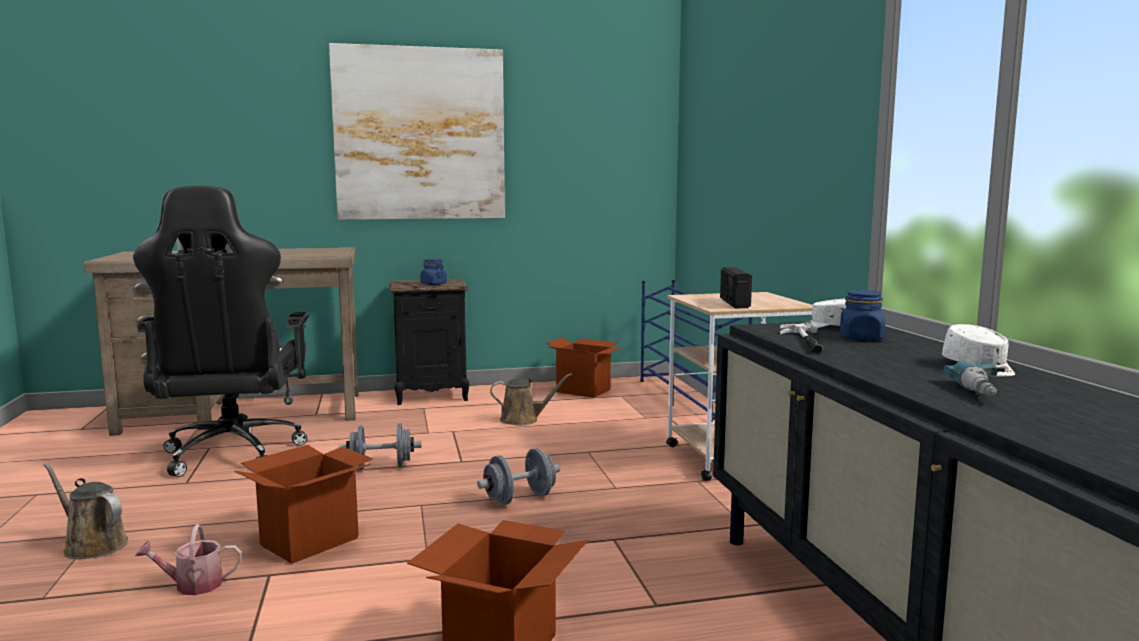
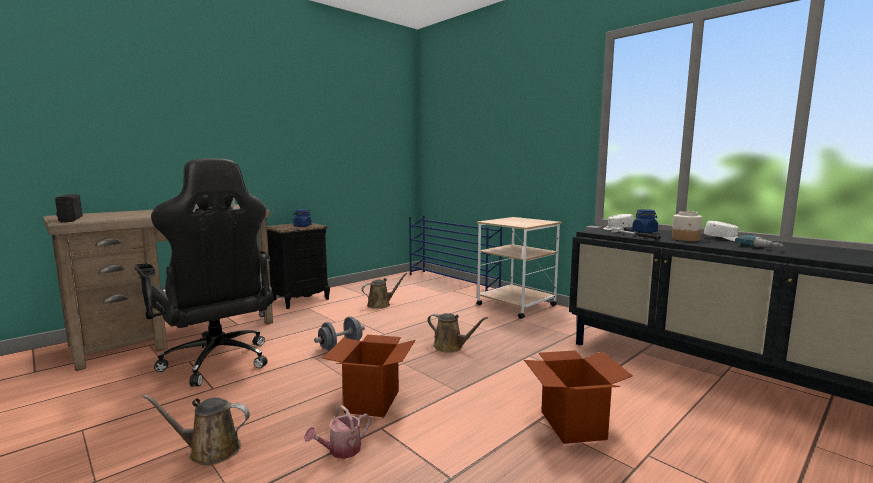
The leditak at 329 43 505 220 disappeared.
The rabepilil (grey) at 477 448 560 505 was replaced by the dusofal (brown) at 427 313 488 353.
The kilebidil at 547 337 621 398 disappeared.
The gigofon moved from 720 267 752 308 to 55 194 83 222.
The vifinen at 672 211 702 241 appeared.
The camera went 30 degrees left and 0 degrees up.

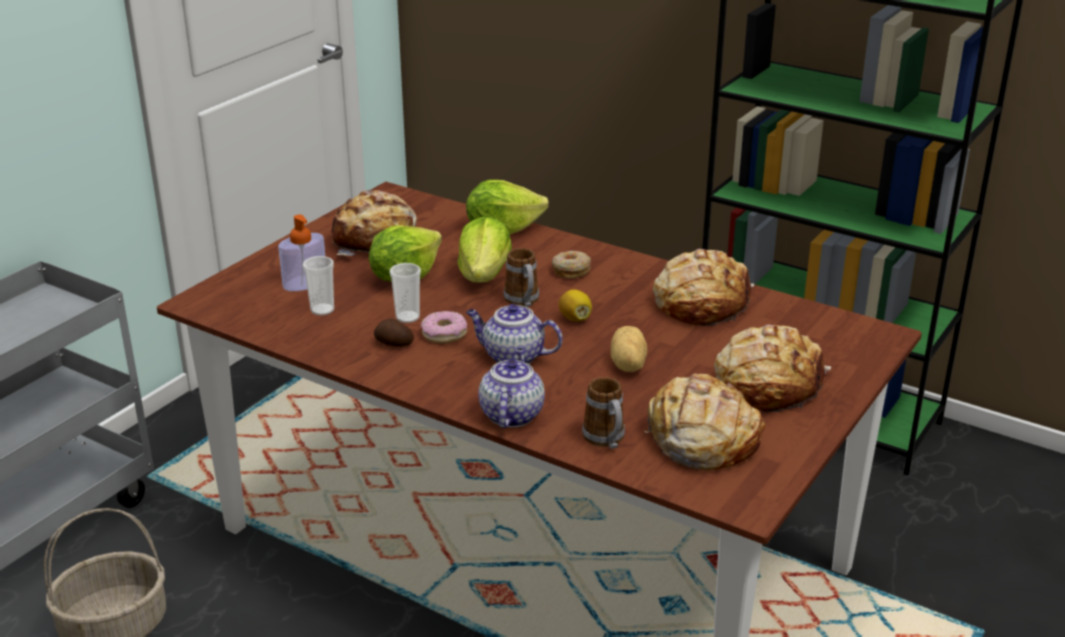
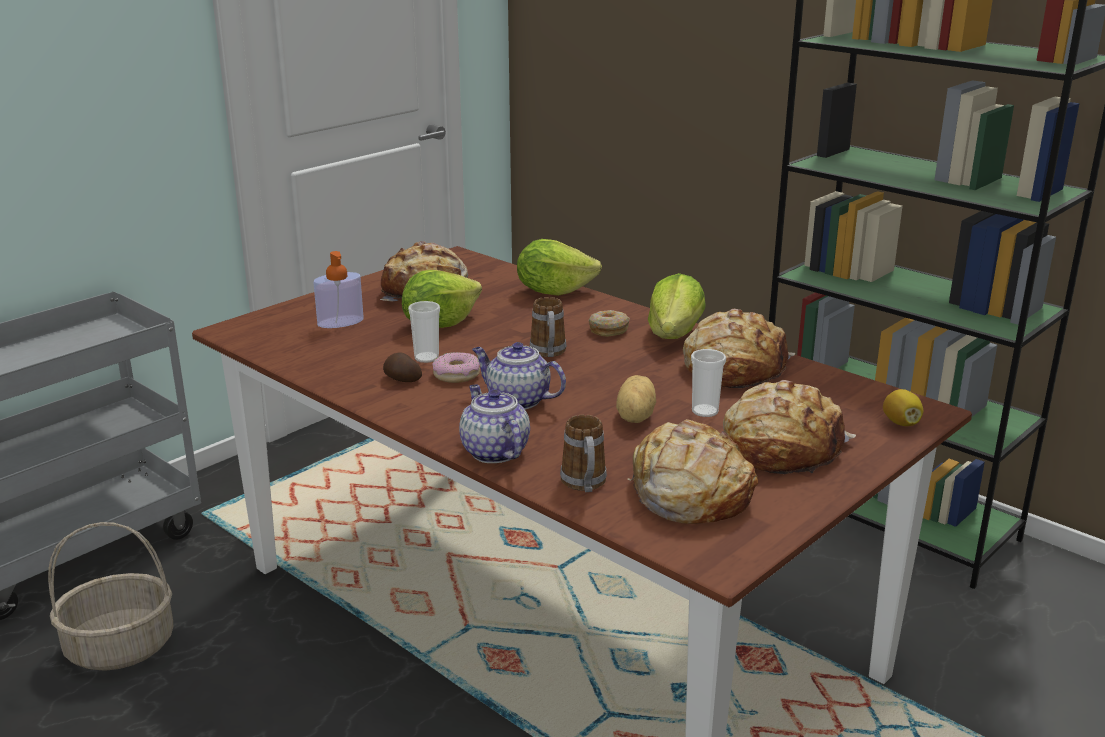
The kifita moved from 303 256 334 316 to 691 349 726 417.
The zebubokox moved from 457 217 512 282 to 648 273 705 339.
The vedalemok at 478 348 545 428 turned 45 degrees counterclockwise.
The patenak moved from 559 289 592 321 to 883 389 923 426.
The camera went 10 degrees right and 5 degrees down.

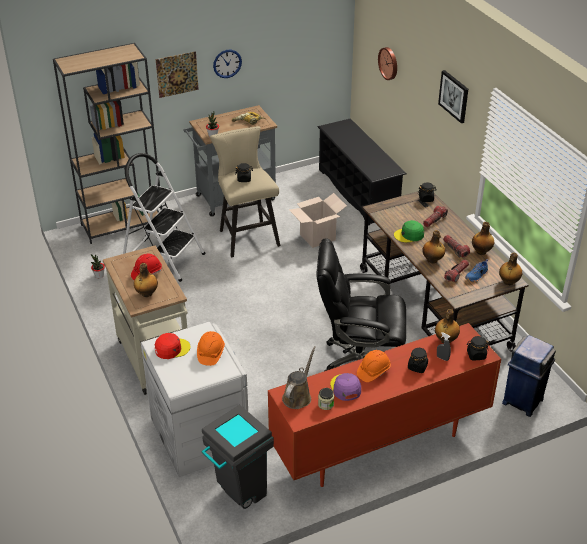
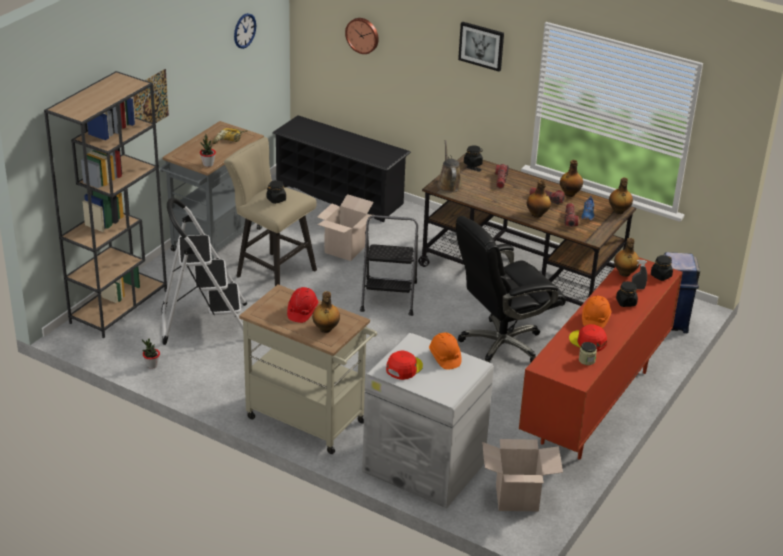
The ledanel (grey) at 201 405 274 509 was replaced by the kilebidil at 482 439 563 511.
The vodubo moved from 213 50 242 78 to 234 13 256 49.
The dusofal (brown) moved from 282 346 316 409 to 437 140 462 192.
The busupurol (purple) at 330 373 361 401 became the busupurol (red) at 569 324 607 352.
The busupurol (green) at 394 220 424 243 disappeared.
The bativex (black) at 360 215 418 316 appeared.
The camera went 35 degrees left and 5 degrees down.

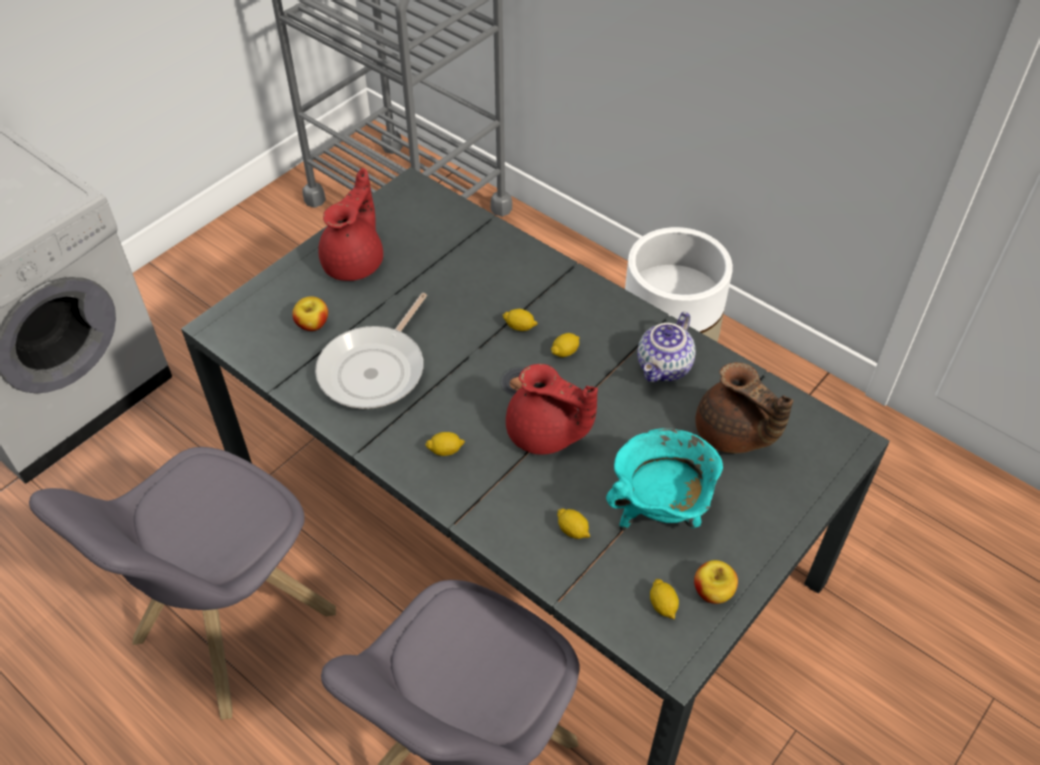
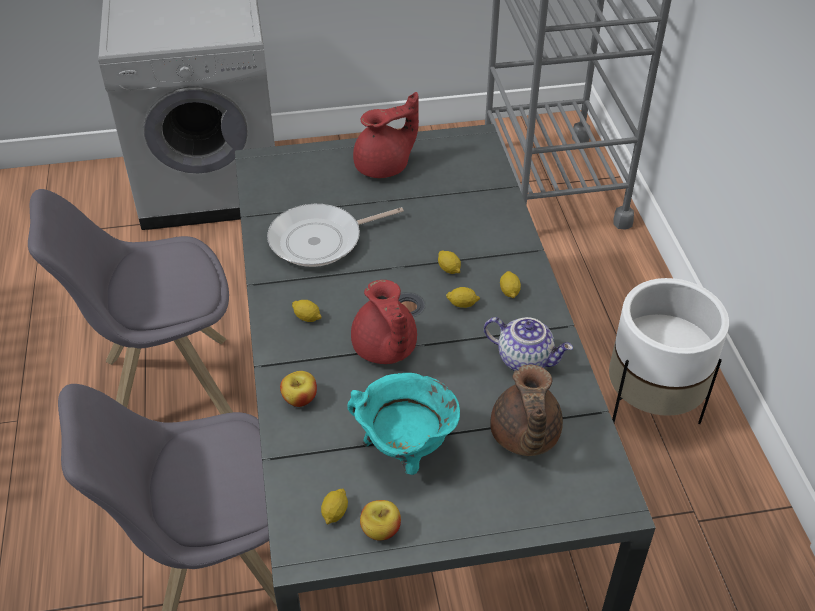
The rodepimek moved from 292 296 328 331 to 280 371 317 407.
The patenak moved from 557 509 590 539 to 500 271 521 298.
The vedalemok at 637 312 696 382 turned 135 degrees counterclockwise.
The camera went 40 degrees right and 5 degrees down.

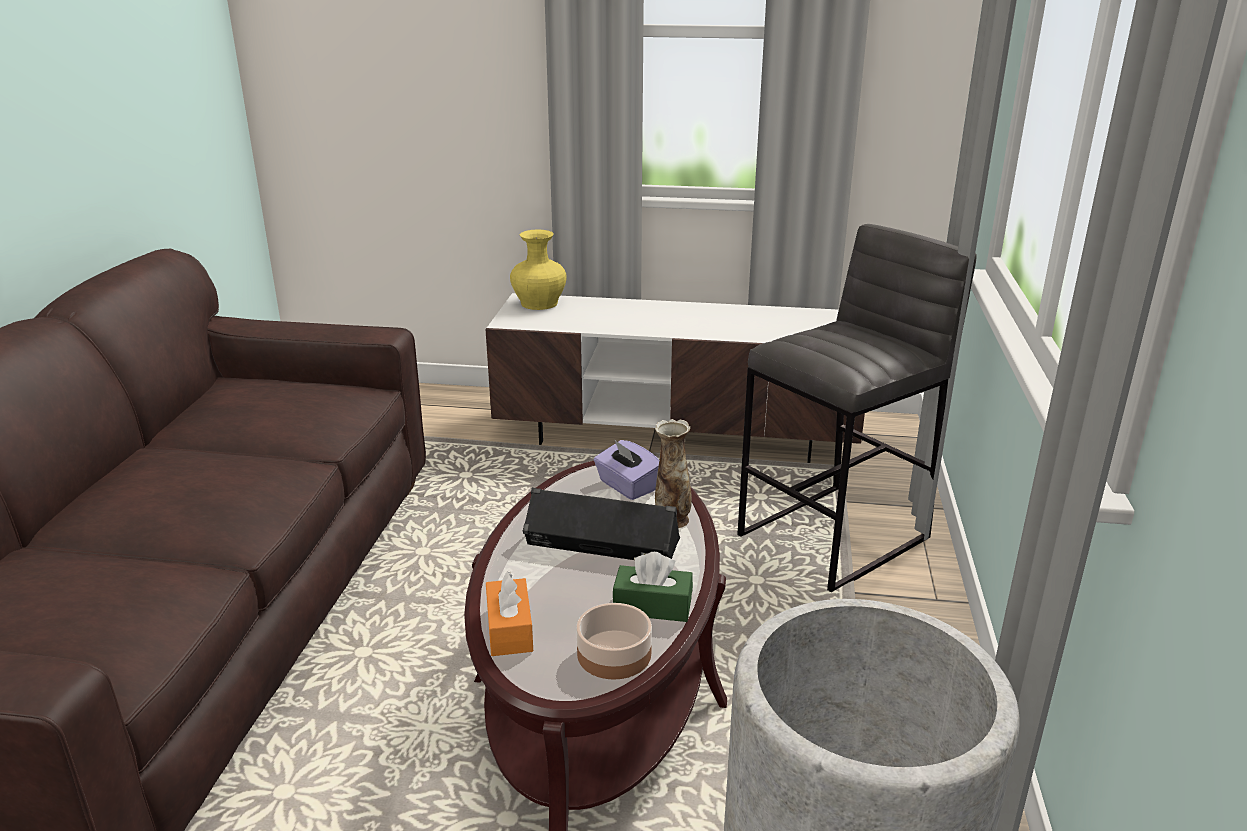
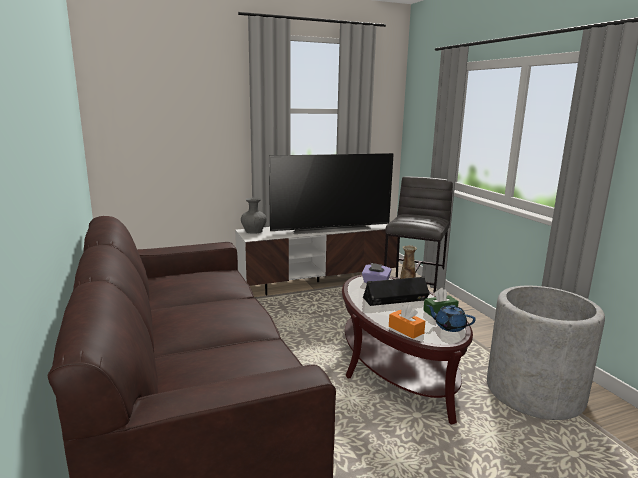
The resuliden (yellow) at 510 230 567 310 became the resuliden (grey) at 241 198 267 234.
The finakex at 576 603 652 680 was replaced by the vedalemok (blue) at 427 305 476 332.
The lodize at 269 153 394 234 appeared.
The camera went 30 degrees left and 10 degrees down.

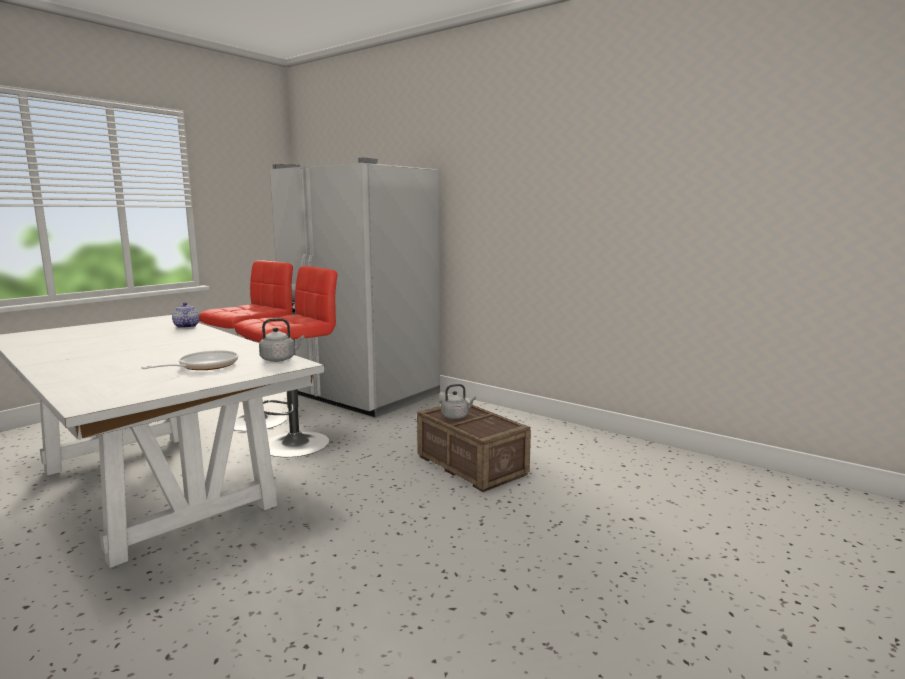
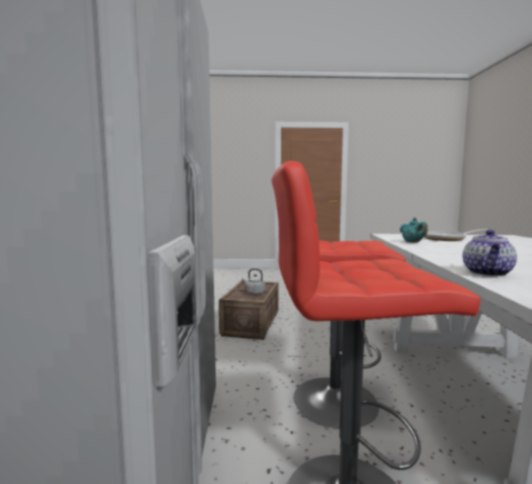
The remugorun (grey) at 259 318 305 362 disappeared.
The vedalemok (turquoise) at 400 217 428 242 appeared.
The camera went 130 degrees left and 5 degrees down.

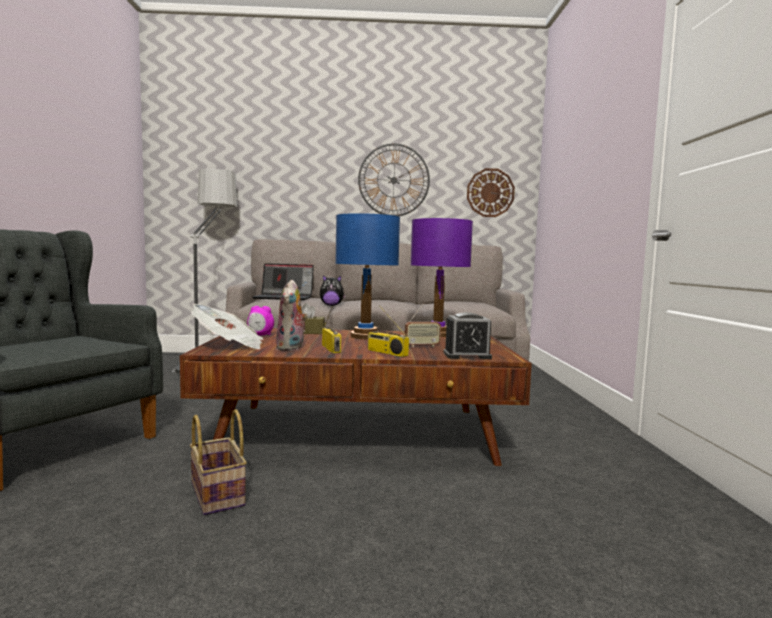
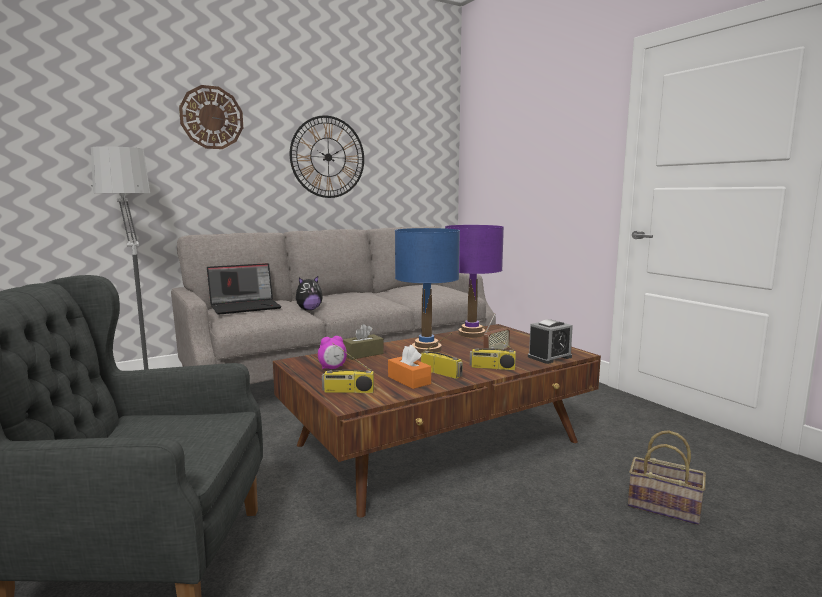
The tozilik moved from 190 409 247 515 to 628 430 706 525.
The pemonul at 191 304 263 349 was replaced by the gigofon at 322 343 374 393.
The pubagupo at 276 280 308 351 was replaced by the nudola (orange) at 388 345 431 389.
The vodubo moved from 467 168 515 217 to 179 85 243 149.
The camera went 30 degrees left and 5 degrees up.

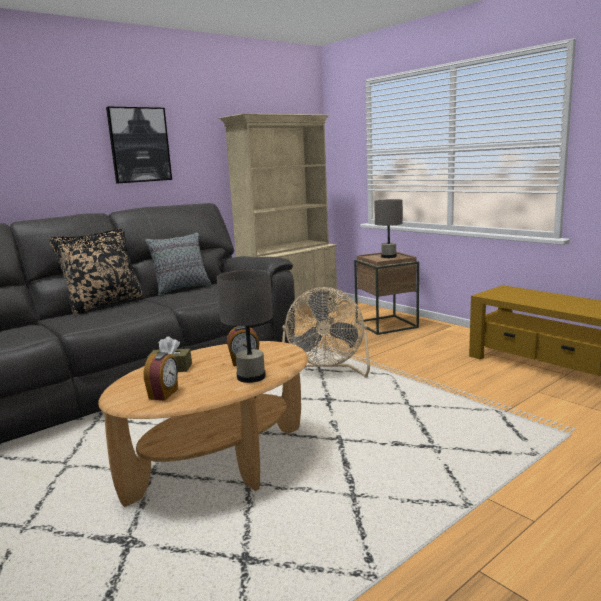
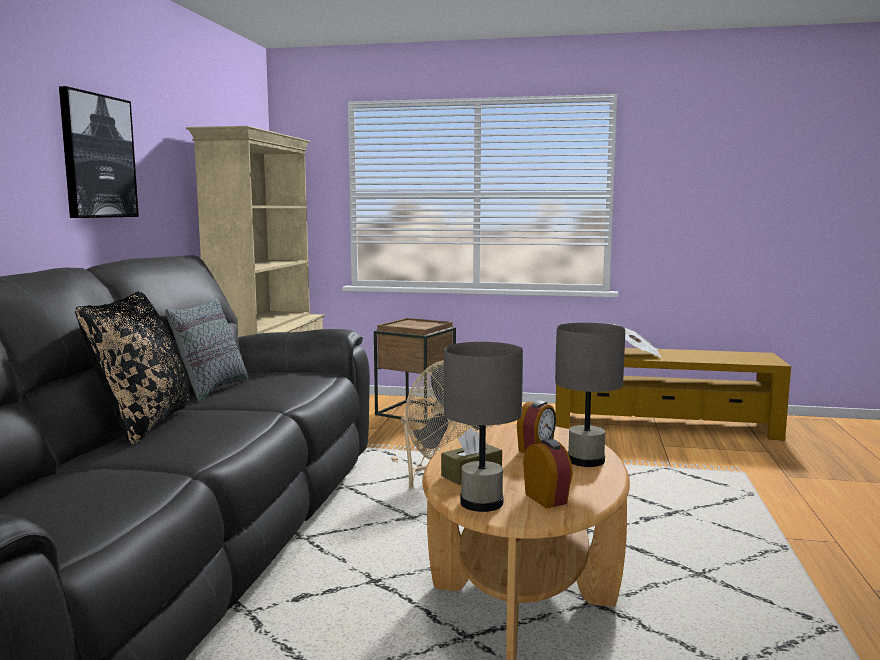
The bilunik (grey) moved from 375 199 403 258 to 444 342 523 512.
The pemonul at 612 324 662 358 appeared.
The camera went 40 degrees left and 5 degrees down.

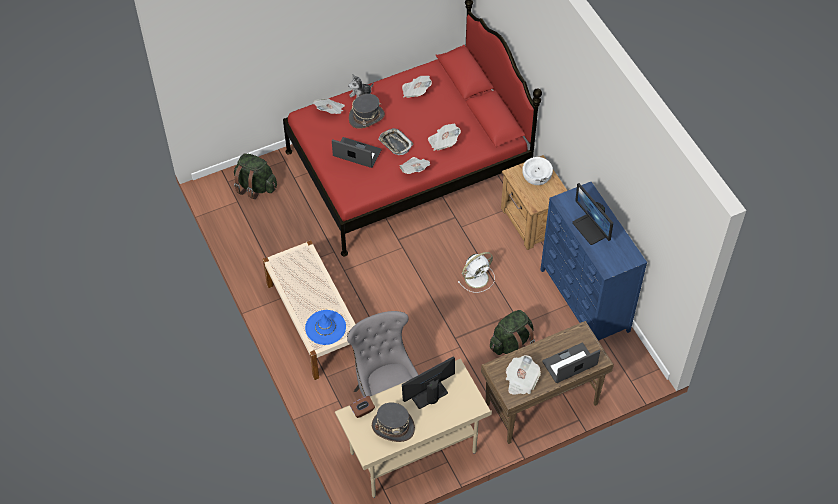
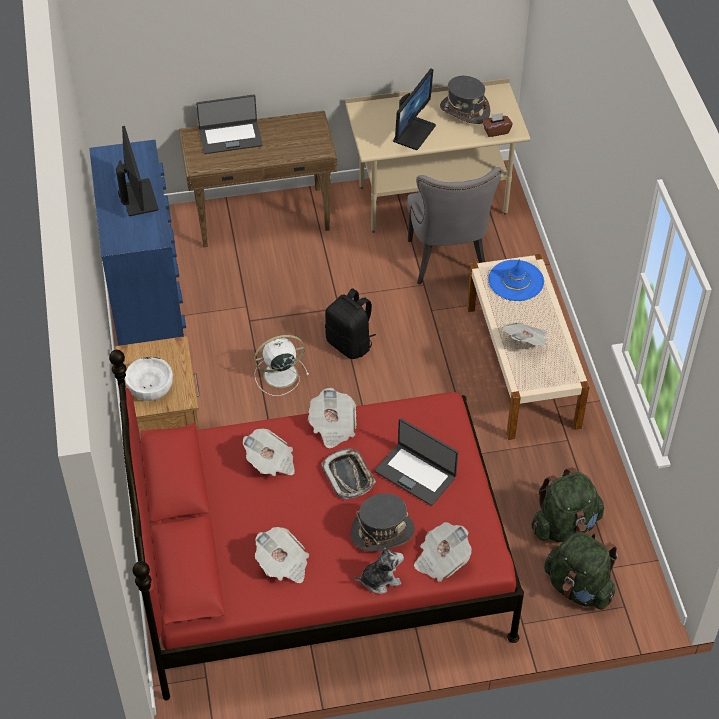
The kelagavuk at 402 356 455 409 turned 45 degrees counterclockwise.
The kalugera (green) moved from 490 310 535 355 to 531 467 604 542.
The pemonul moved from 506 355 541 394 to 503 322 548 345.
The kalugera (black) at 325 288 376 359 appeared.
The camera went 165 degrees left and 5 degrees down.

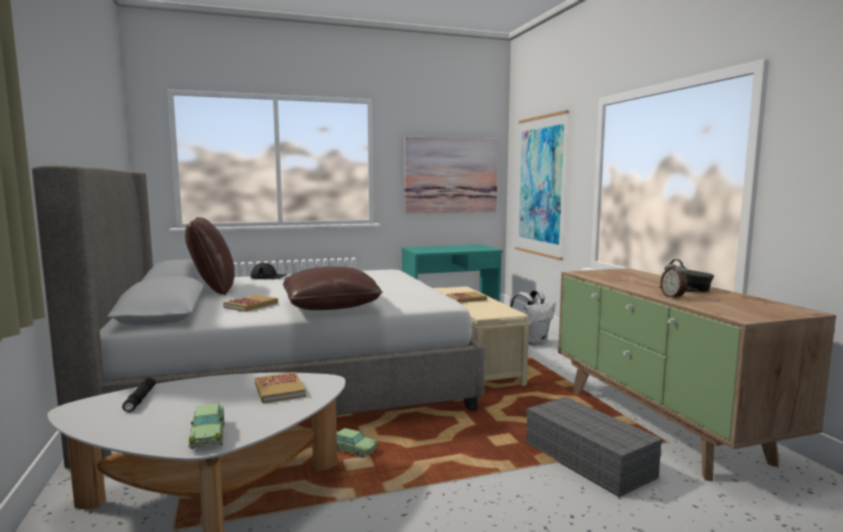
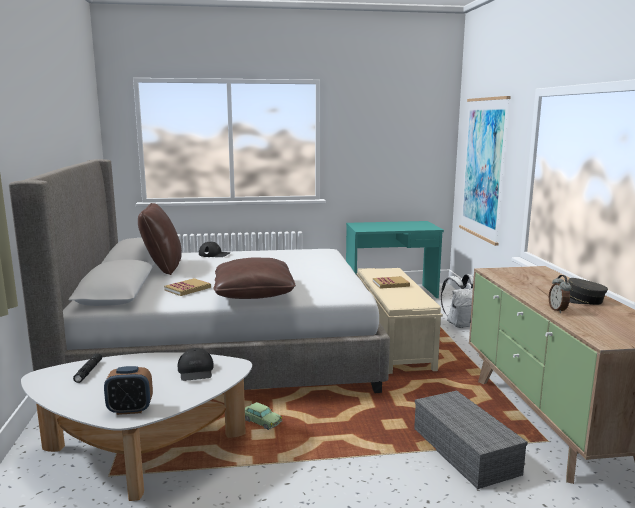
The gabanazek at 189 404 224 449 was replaced by the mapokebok at 104 366 153 415.
The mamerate at 255 372 306 403 was replaced by the busupurol (black) at 177 348 214 381.
The leditak at 404 136 498 213 disappeared.
The camera went 10 degrees right and 5 degrees up.

